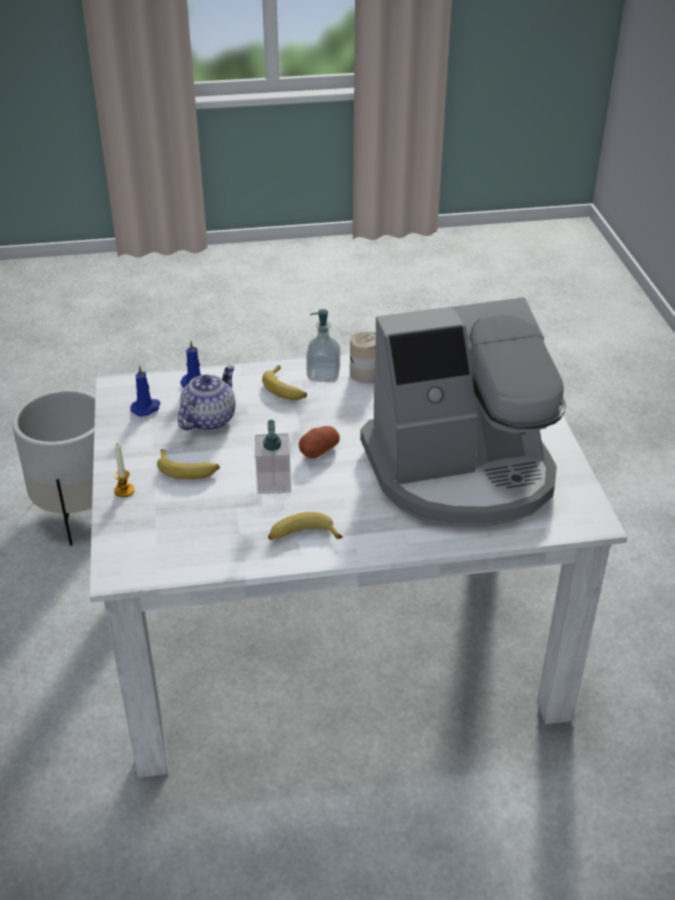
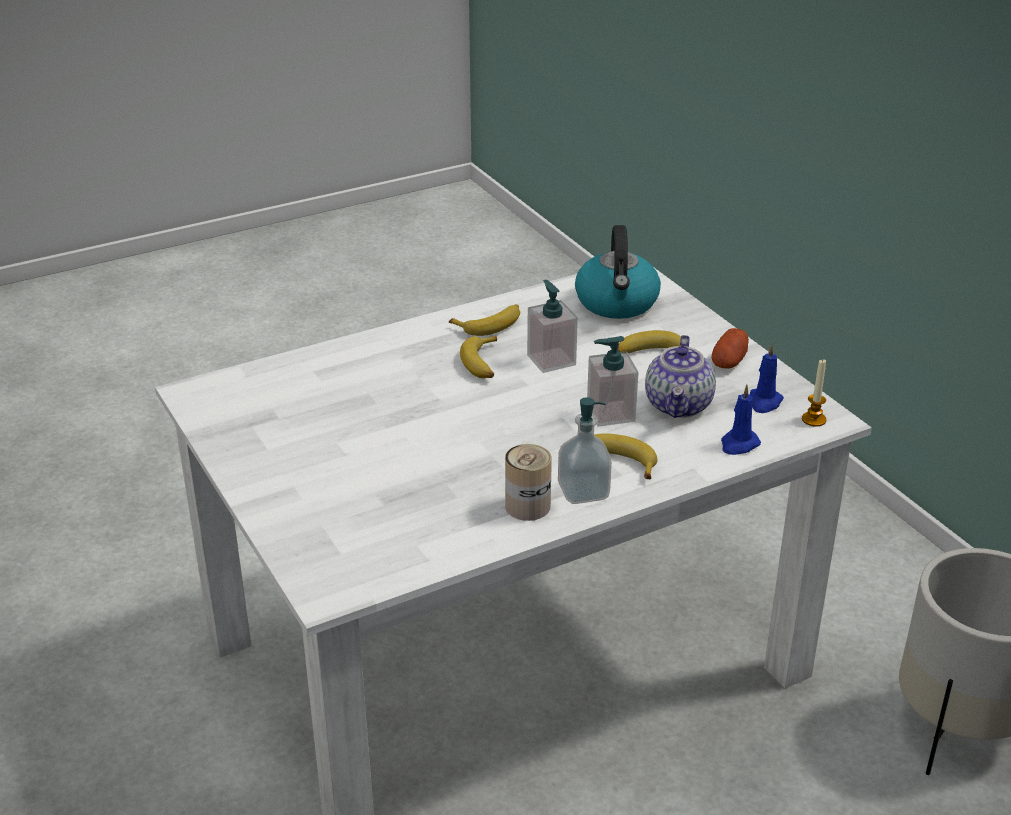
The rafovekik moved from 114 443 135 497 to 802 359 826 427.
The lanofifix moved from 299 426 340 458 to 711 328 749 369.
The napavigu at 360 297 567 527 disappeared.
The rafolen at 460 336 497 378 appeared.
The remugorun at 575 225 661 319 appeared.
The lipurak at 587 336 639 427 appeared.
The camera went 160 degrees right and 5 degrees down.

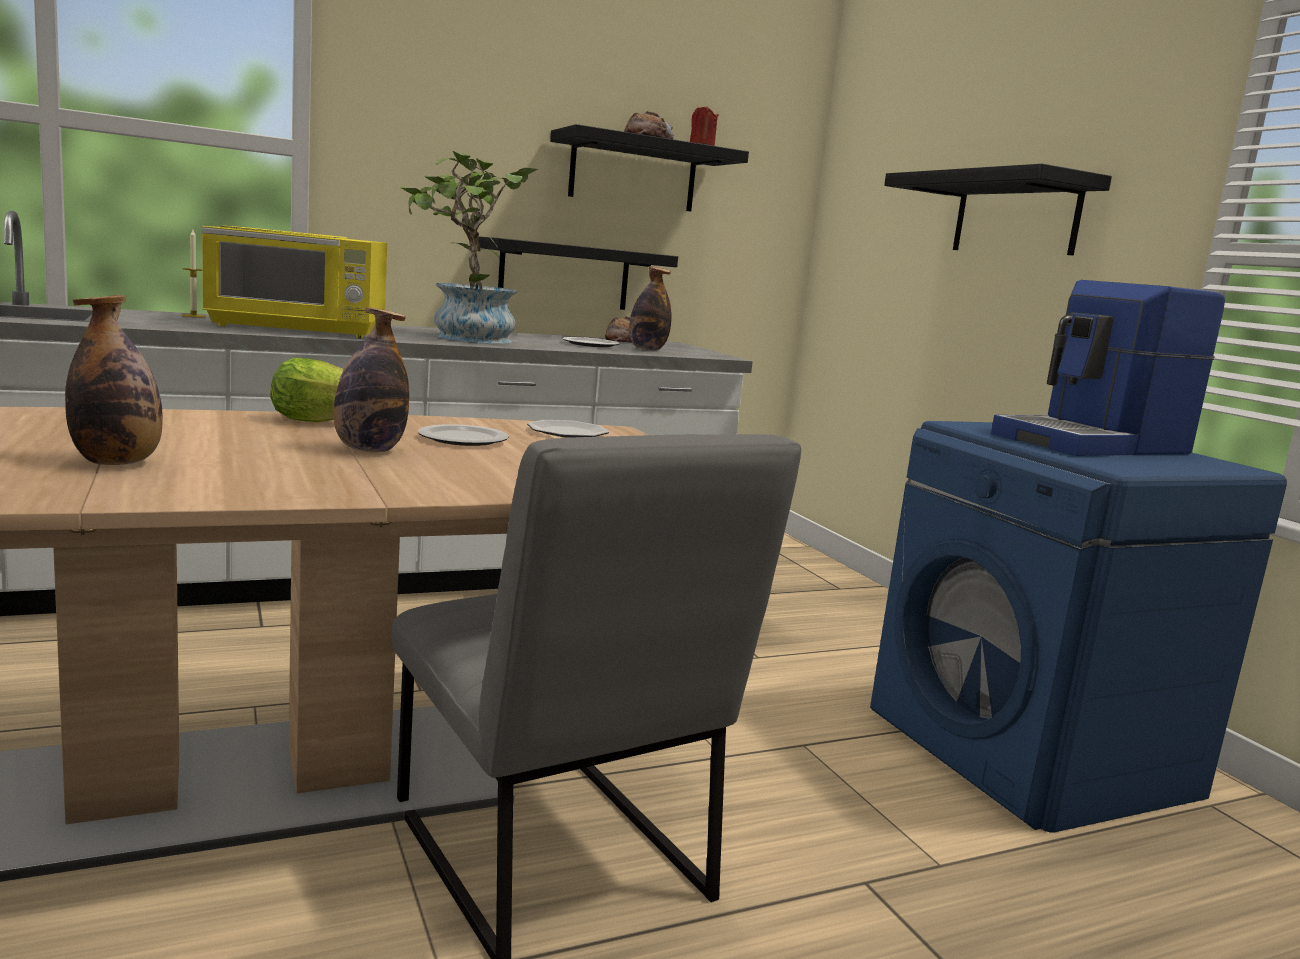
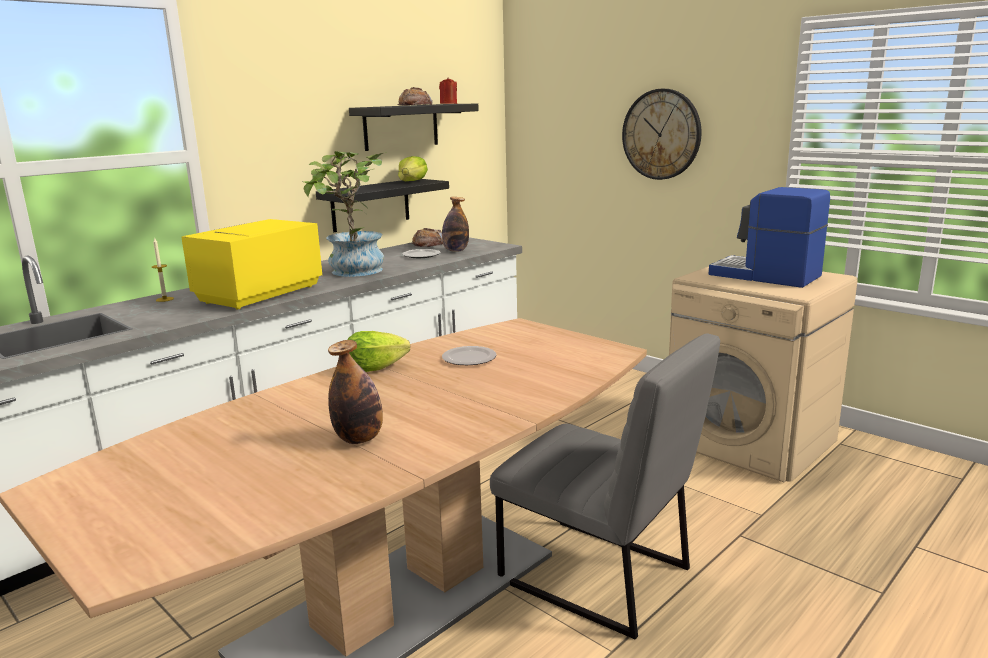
The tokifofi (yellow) at 201 226 387 338 turned 150 degrees clockwise.
The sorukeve at 334 307 409 452 disappeared.
The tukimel at 527 420 609 438 disappeared.
The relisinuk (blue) at 870 421 1287 833 became the relisinuk (beige) at 669 266 858 482.
The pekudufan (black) at 884 164 1112 255 was replaced by the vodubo at 622 89 702 180.
The napavigu at 991 280 1225 456 turned 90 degrees clockwise.
The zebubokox at 398 156 428 182 appeared.
The camera went 20 degrees left and 5 degrees up.

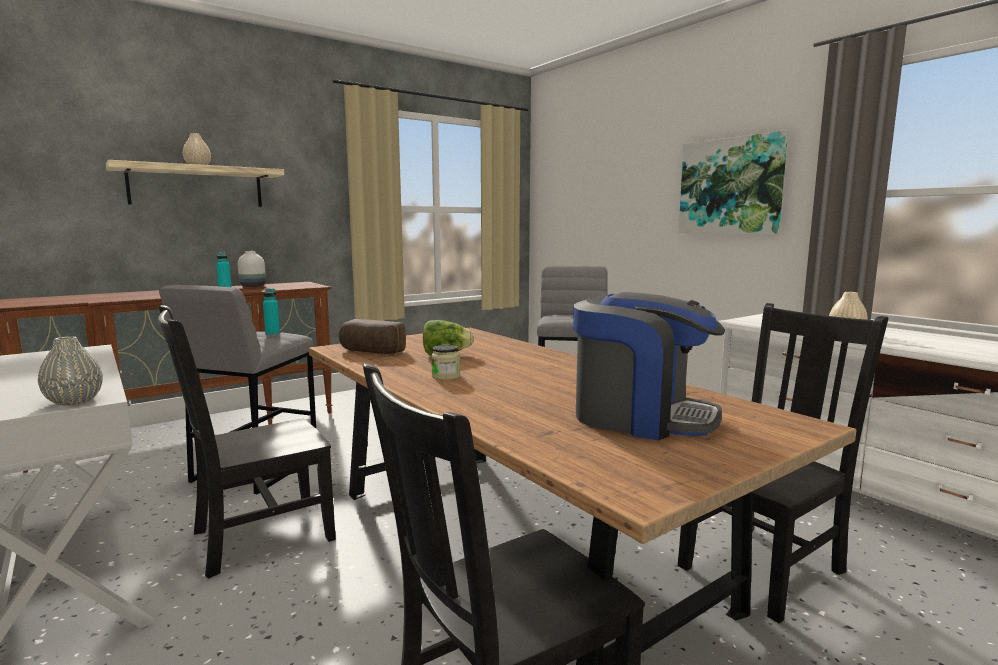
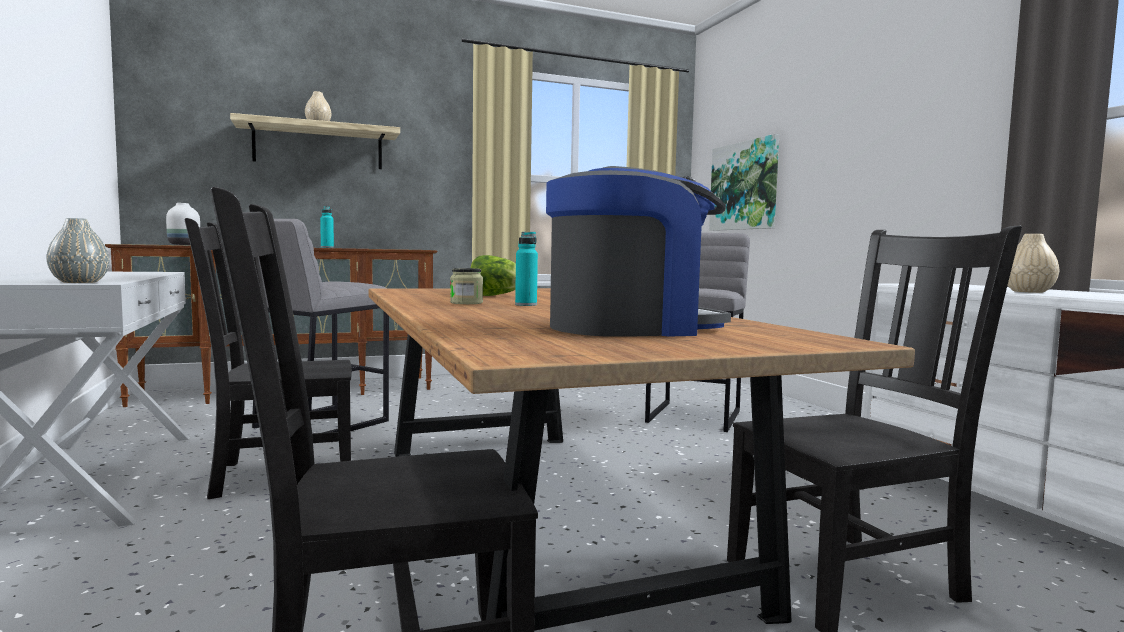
The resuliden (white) moved from 238 251 266 287 to 166 203 200 245.
The sorukeve (turquoise) moved from 263 289 280 336 to 515 232 538 306.
The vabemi at 339 319 406 354 disappeared.
The napavigu at 573 292 725 440 turned 60 degrees counterclockwise.
The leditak moved from 678 130 788 235 to 709 134 779 231.
The camera went 15 degrees right and 5 degrees down.

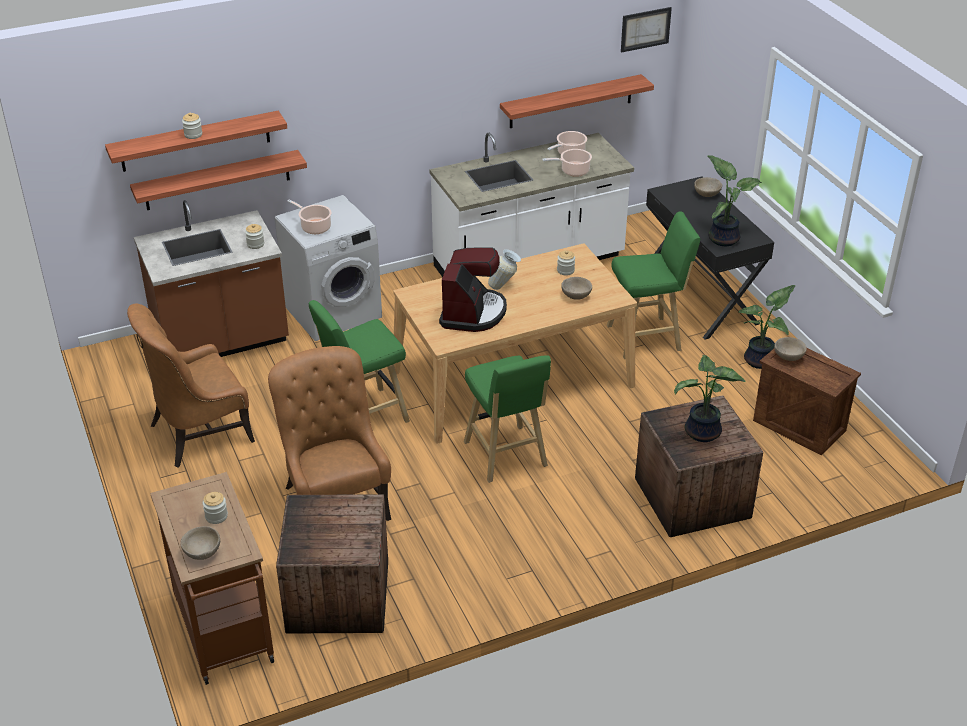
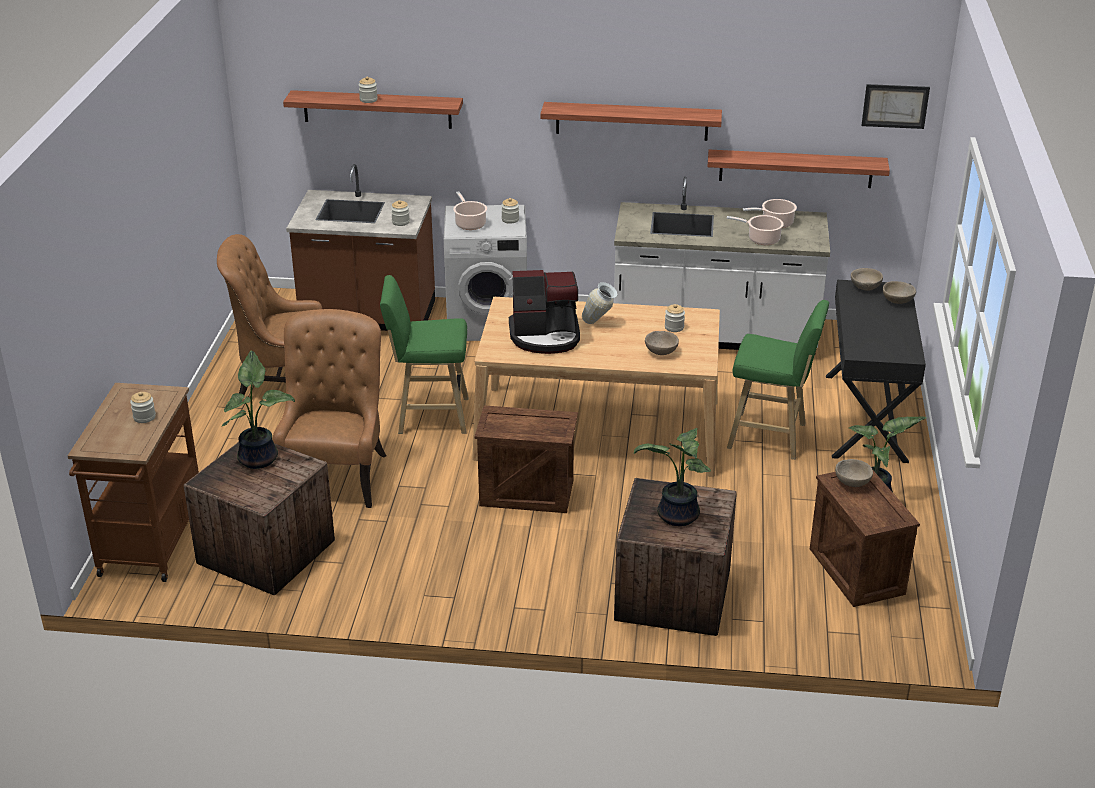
The pekudufan moved from 130 150 307 210 to 541 102 722 141.
The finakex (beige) moved from 180 526 220 560 to 851 268 883 291.
The napavigu at 439 247 507 332 turned 45 degrees clockwise.
The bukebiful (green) at 464 355 551 483 was replaced by the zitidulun at 475 405 578 513.
The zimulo moved from 708 156 762 246 to 221 351 295 469.
The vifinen at 501 198 519 224 appeared.
The camera went 30 degrees right and 5 degrees down.

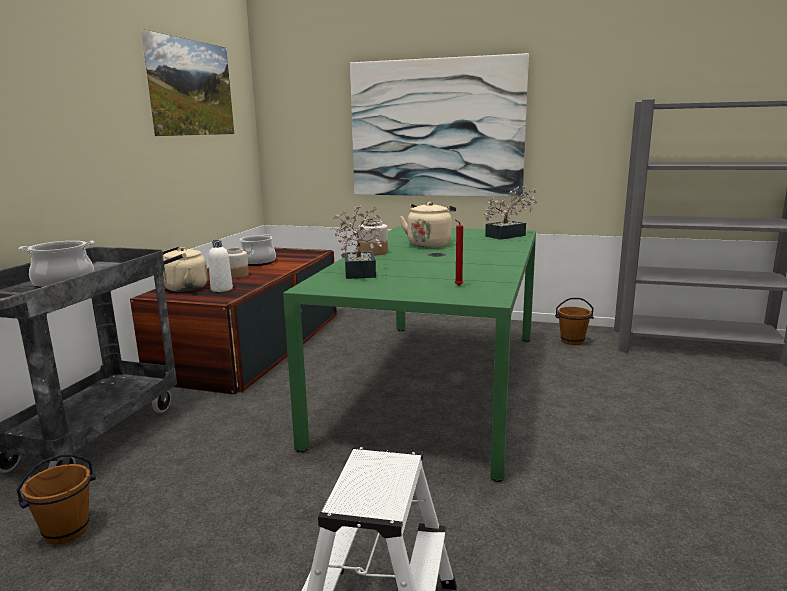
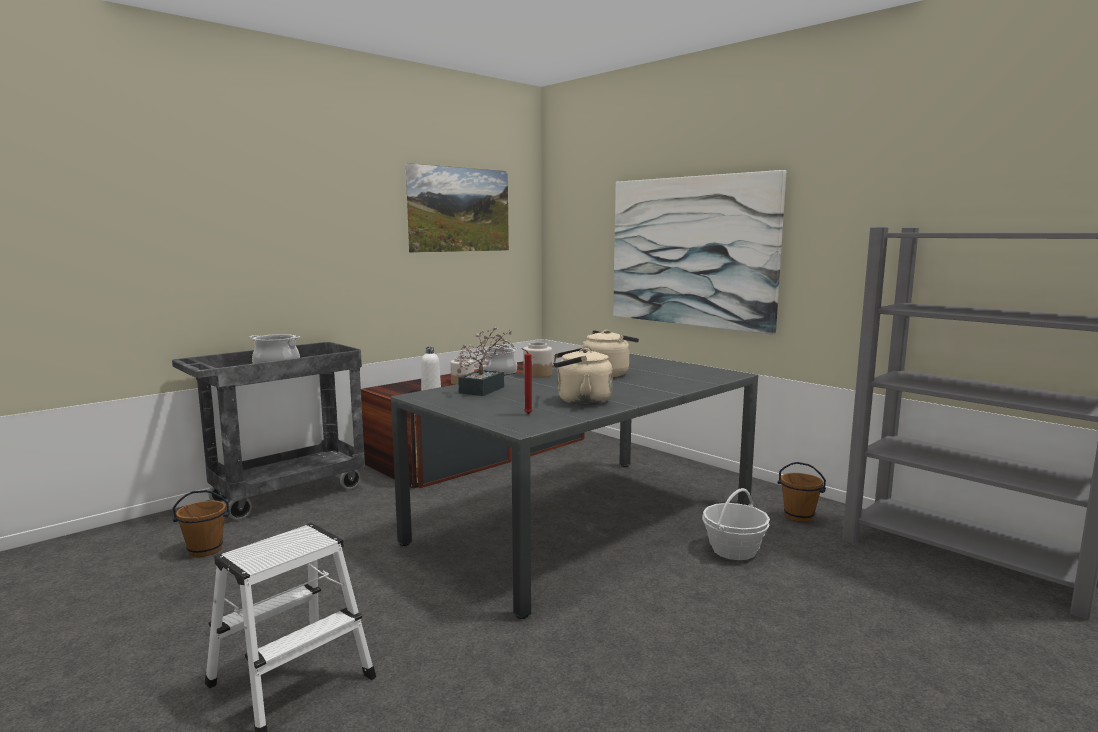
The remugorun (beige) moved from 163 247 208 292 to 553 347 613 405.
The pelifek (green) at 283 226 536 482 became the pelifek (grey) at 391 353 758 619.
The zimulo at 484 186 537 240 disappeared.
The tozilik at 702 488 770 560 appeared.
The camera went 30 degrees right and 5 degrees down.

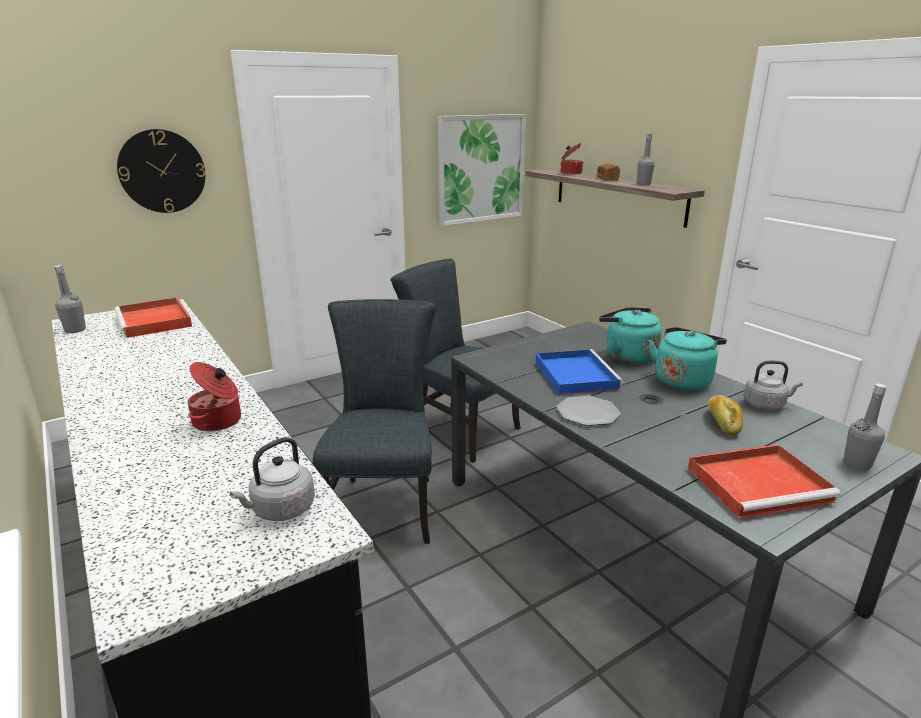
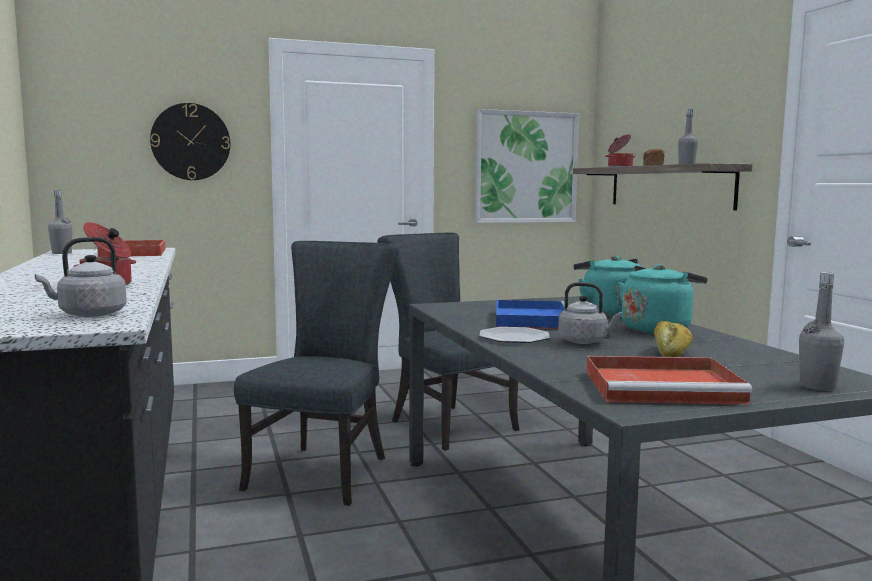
The remugorun (grey) moved from 744 361 803 410 to 558 282 622 344.
The camera went 15 degrees right and 15 degrees down.

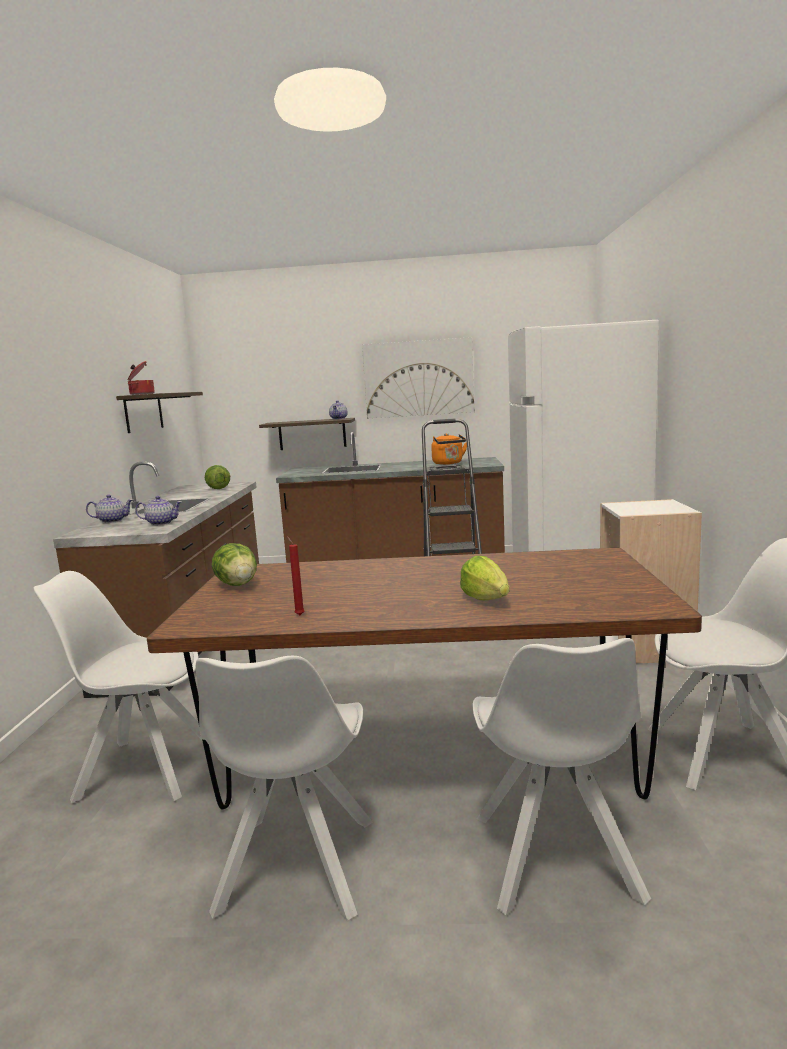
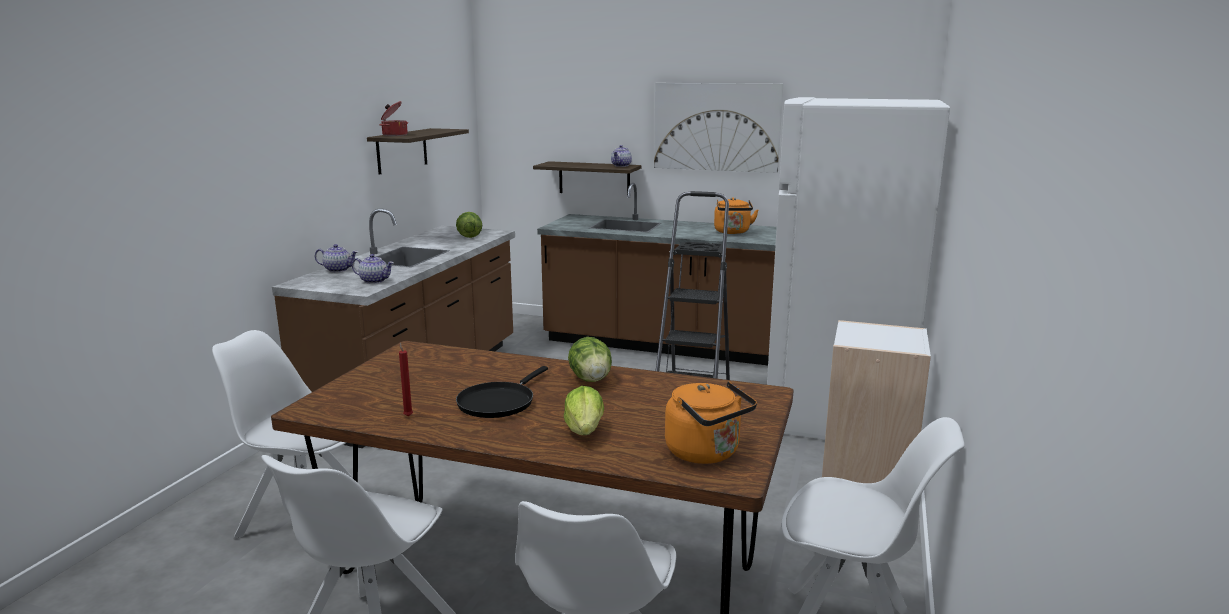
The zebubokox moved from 212 543 257 586 to 568 337 612 382.
The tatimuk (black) at 456 366 548 418 appeared.
The remugorun (orange) at 665 381 757 464 appeared.
The camera went 15 degrees right and 5 degrees up.

